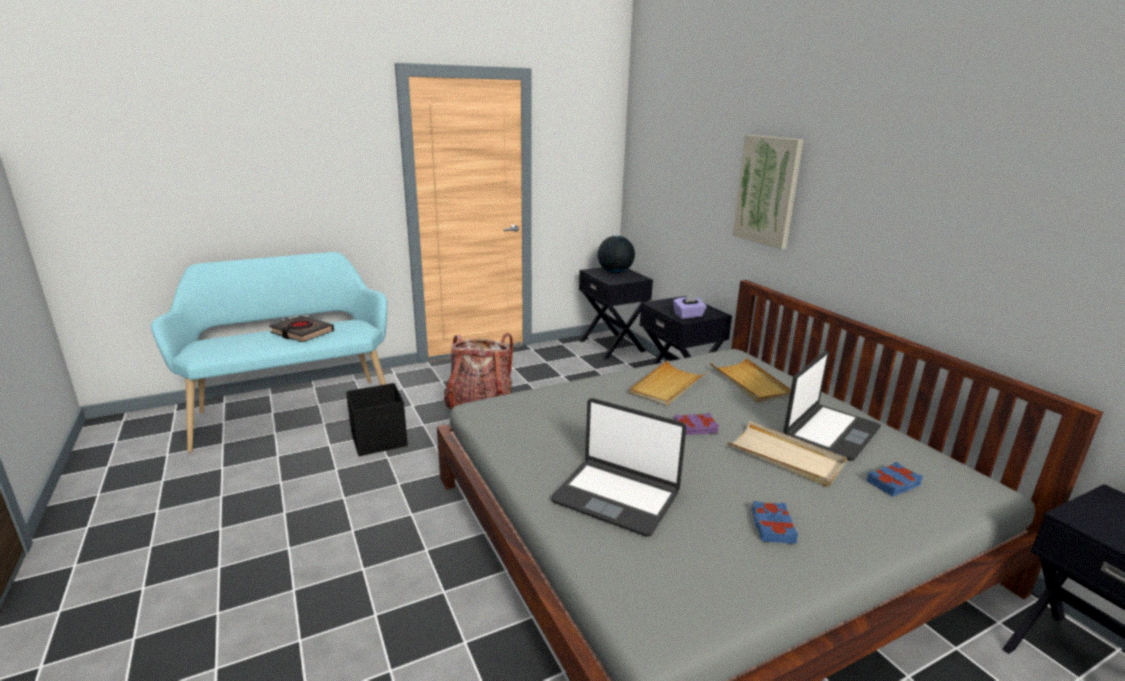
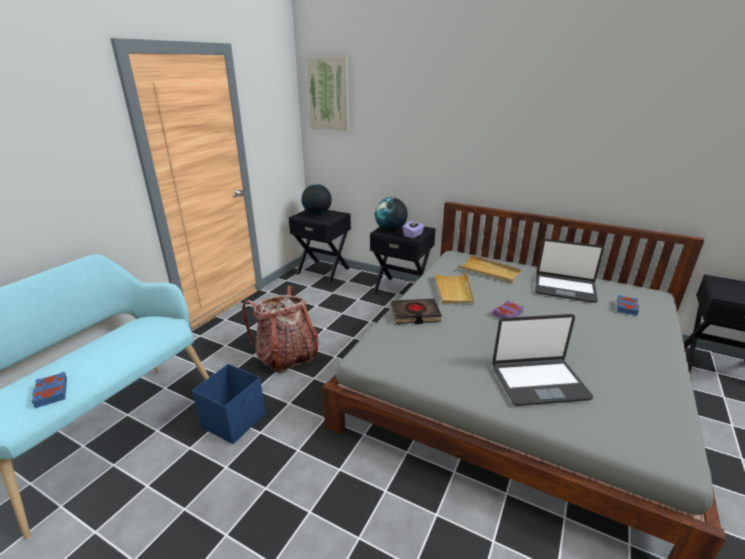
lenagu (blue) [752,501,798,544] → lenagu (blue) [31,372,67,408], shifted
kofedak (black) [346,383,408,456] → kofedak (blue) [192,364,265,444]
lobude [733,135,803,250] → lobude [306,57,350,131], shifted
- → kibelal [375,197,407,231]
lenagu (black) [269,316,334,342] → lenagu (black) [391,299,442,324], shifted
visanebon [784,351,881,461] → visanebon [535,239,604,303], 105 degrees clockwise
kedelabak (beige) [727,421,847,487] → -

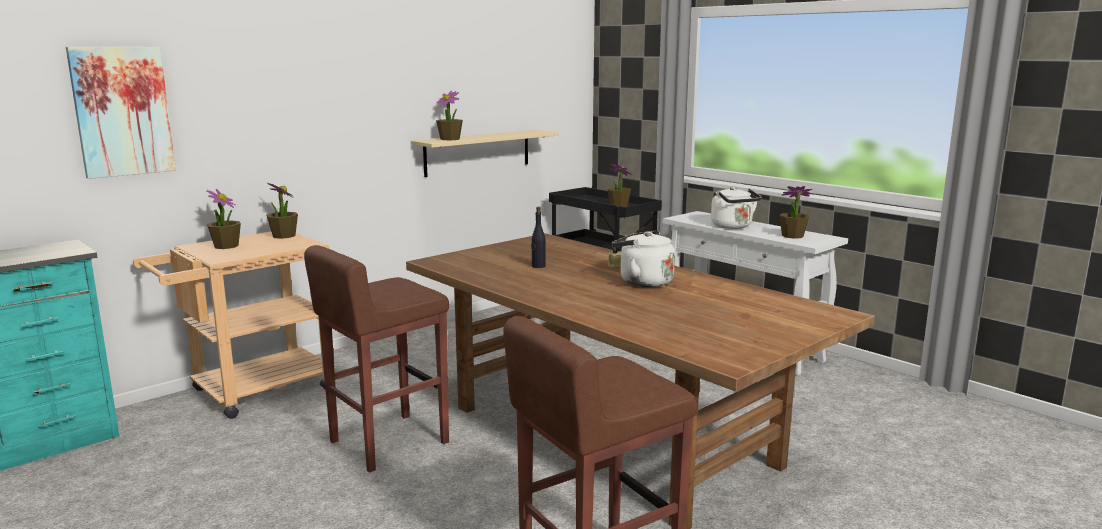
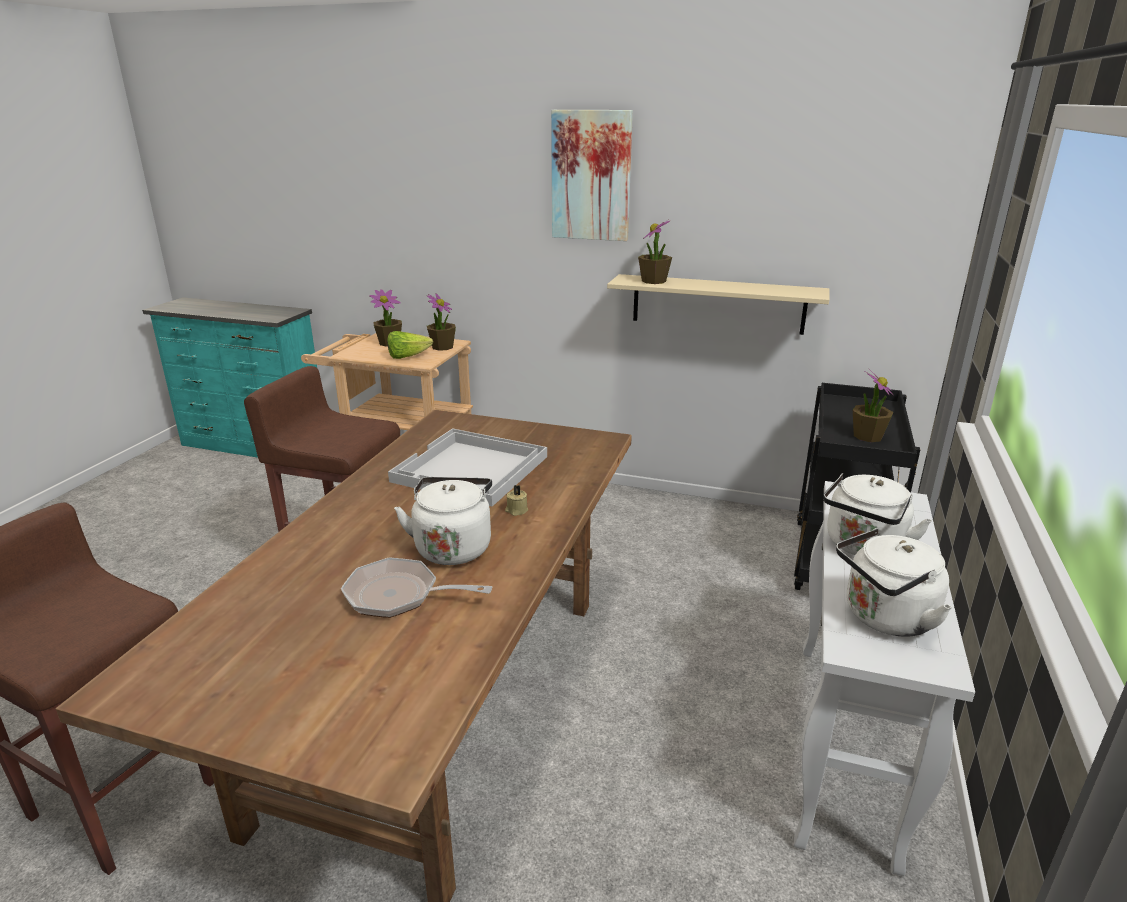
- → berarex [341,557,492,618]
- → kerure [387,331,433,359]
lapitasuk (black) [531,207,546,268] → kedelabak (white) [388,428,547,506]
lobude [66,47,176,179] → lobude [551,110,633,241], shifted
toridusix [779,186,812,239] → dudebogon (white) [836,528,952,637]

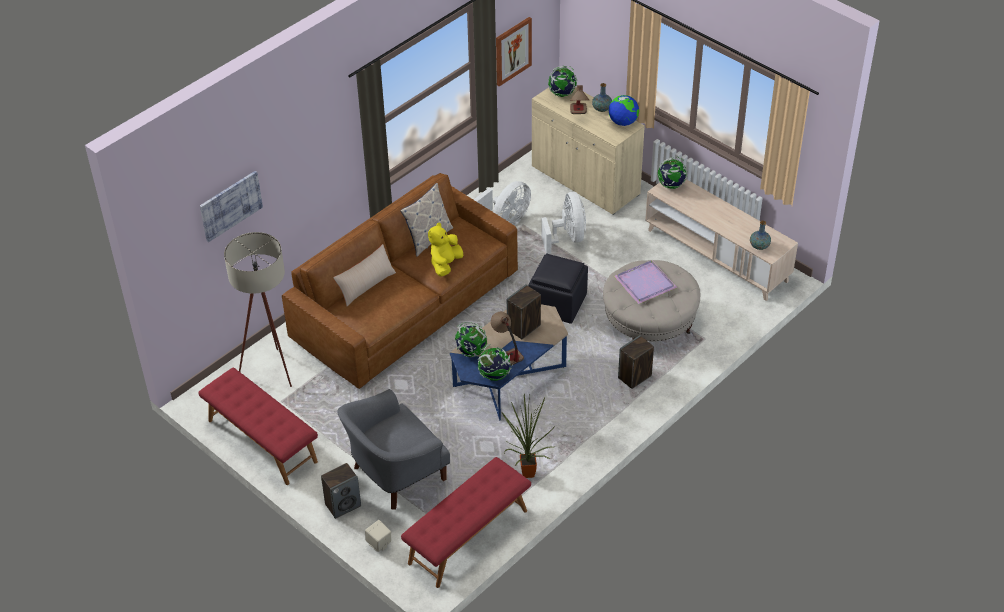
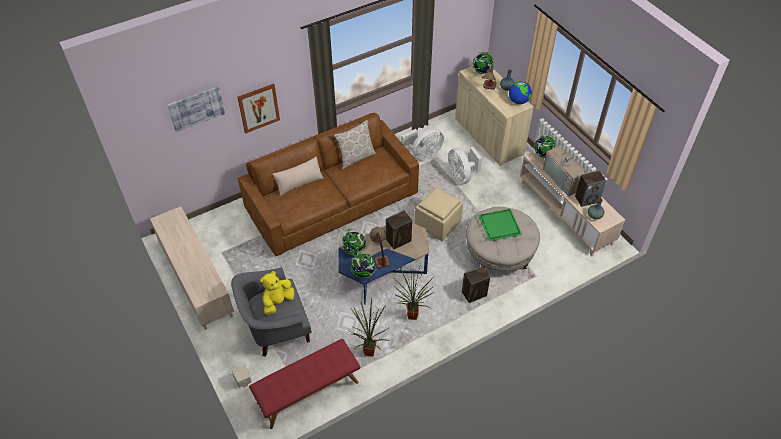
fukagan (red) [198,368,318,485] → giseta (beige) [150,206,234,330]
lobude [496,17,532,87] → lobude [237,83,280,133], shifted
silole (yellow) [428,222,463,276] → silole (yellow) [260,271,294,315], shifted
- → toridusix [394,264,434,320]
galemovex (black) [528,254,588,324] → galemovex (beige) [415,187,463,241]
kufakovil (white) [541,192,586,254] → kufakovil (white) [449,147,482,184], 150 degrees clockwise
kedelabak (purple) [614,260,677,304] → kedelabak (green) [478,209,522,241]
- → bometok [543,141,585,197]
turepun [321,463,361,519] → turepun [575,171,606,207], shifted
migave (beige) [224,232,292,387] → -

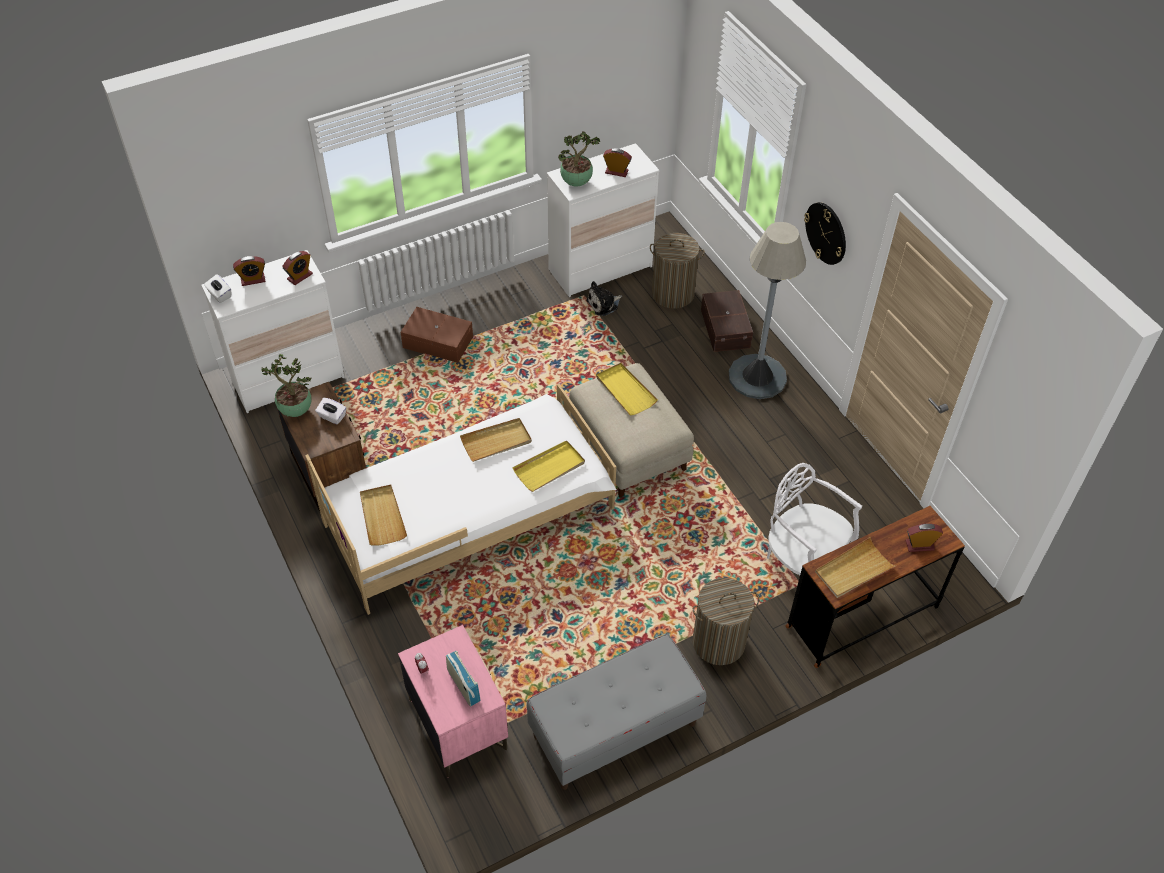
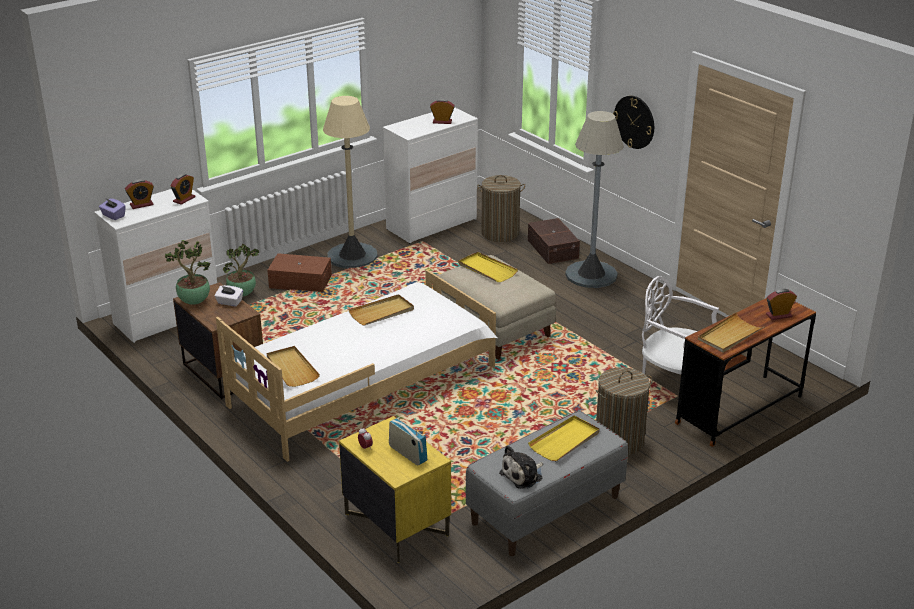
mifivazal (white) [204,274,231,303] → mifivazal (purple) [99,199,126,220]
toridusix [558,131,600,186] → toridusix [223,244,259,297], shifted
- → migave (beige) [323,96,378,268]
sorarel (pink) [398,625,508,778] → sorarel (yellow) [339,416,451,563]
silole [586,281,622,316] → silole [499,445,543,489], shifted
kedelabak (yellow) [512,441,585,492] → kedelabak (yellow) [528,415,599,461], shifted

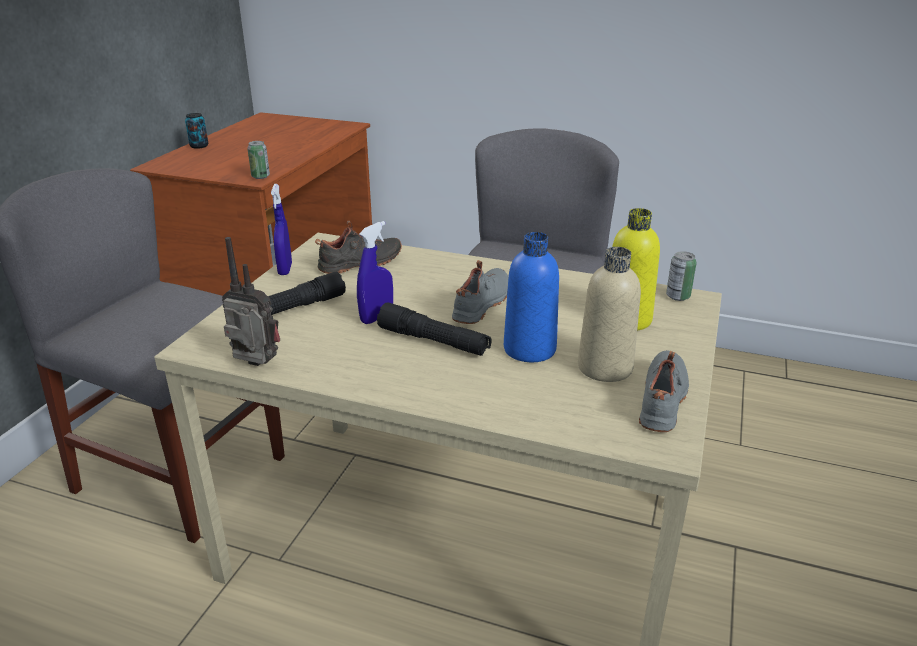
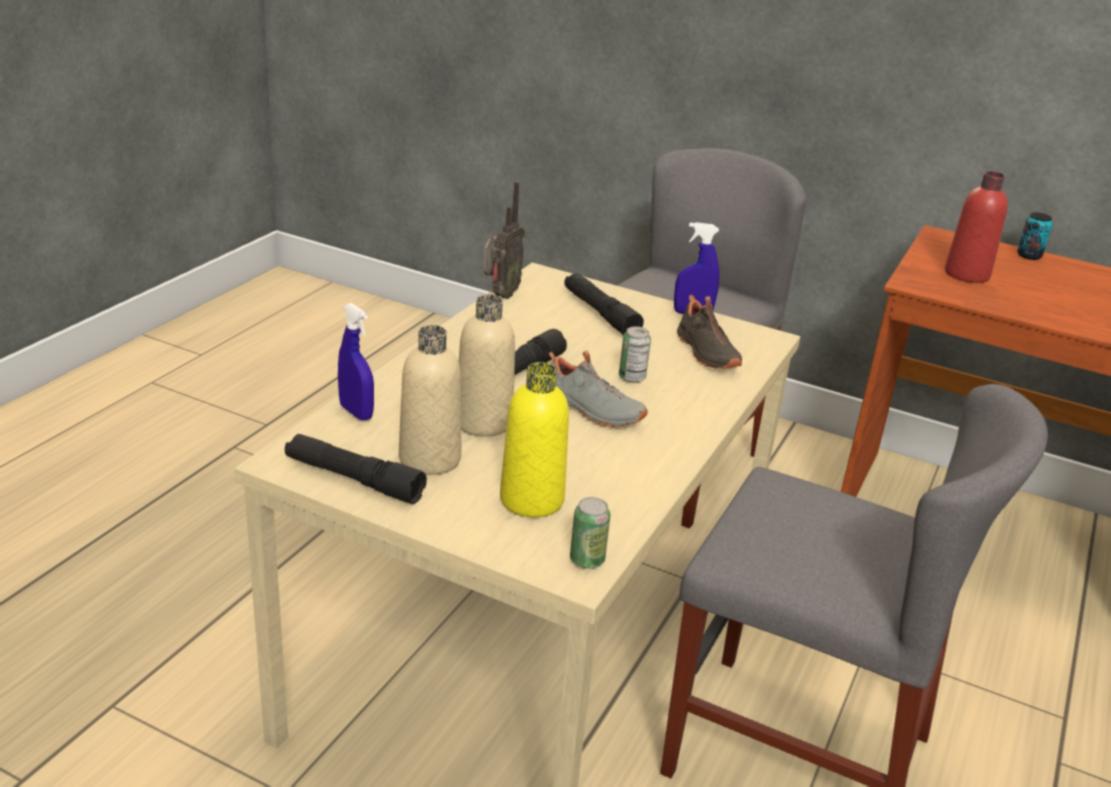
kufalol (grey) [639,350,689,432] → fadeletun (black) [285,434,427,504]
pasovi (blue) [357,221,393,324] → pasovi (blue) [338,303,374,421], shifted
lapitasuk (blue) [504,232,559,362] → lapitasuk (beige) [459,294,515,437]
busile [247,141,270,179] → busile [619,326,651,383], shifted
- → lapitasuk (red) [945,171,1008,283]

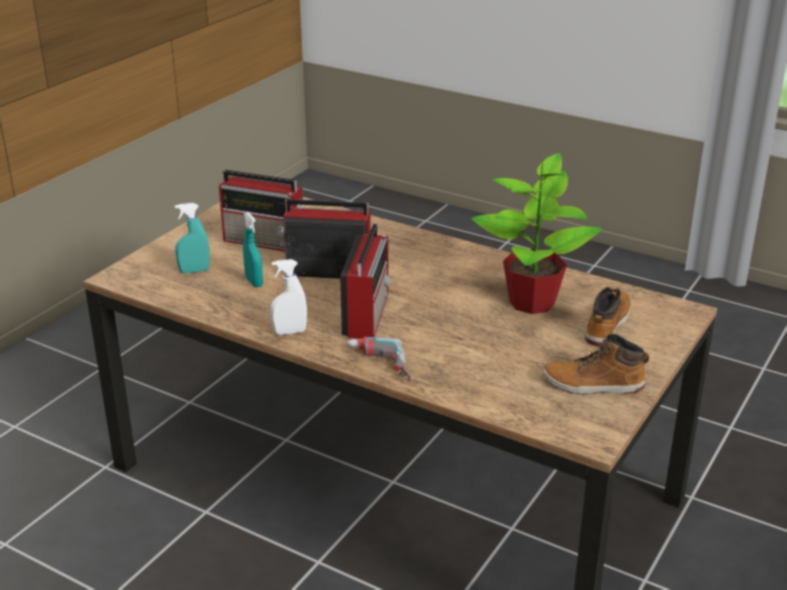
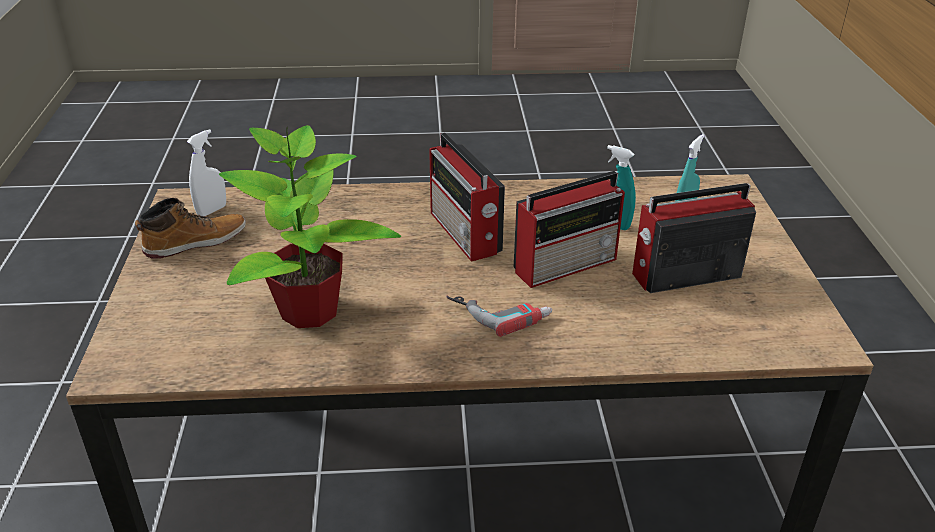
pasovi (white) [270,259,307,335] → pasovi (white) [187,129,226,216], shifted
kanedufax [346,337,411,381] → kanedufax [446,295,552,337], shifted
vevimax [585,287,631,346] → -

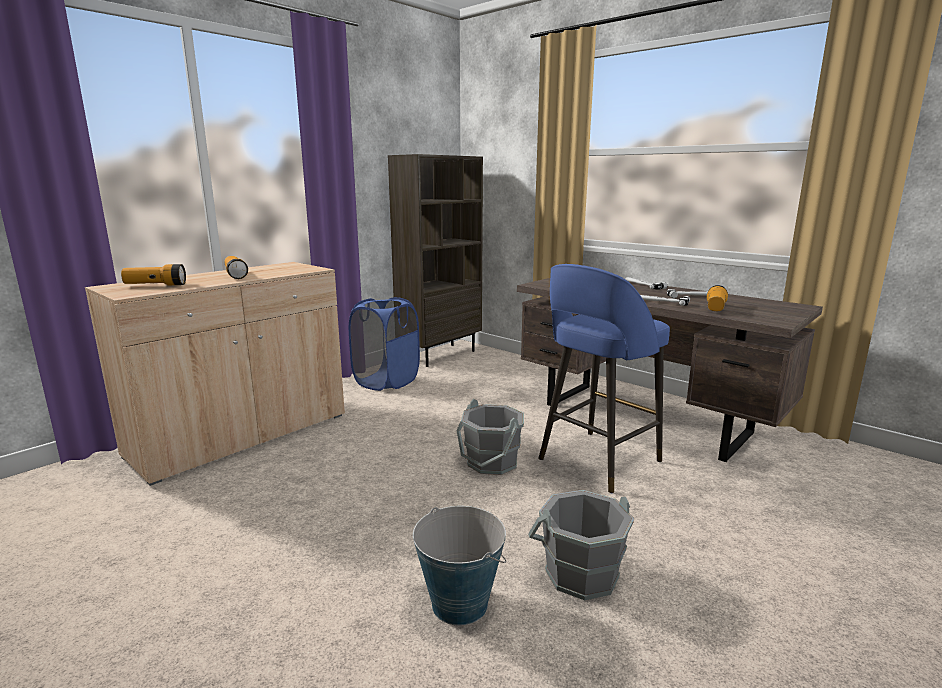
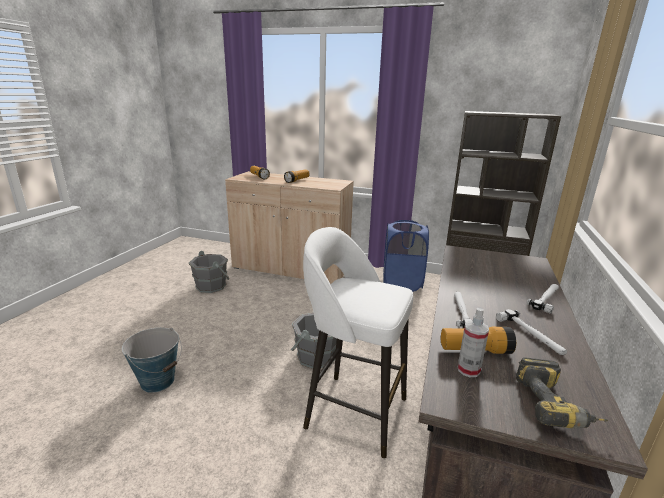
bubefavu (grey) [528,490,634,600] → bubefavu (grey) [189,251,229,293], shifted
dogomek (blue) [538,264,670,493] → dogomek (white) [303,227,413,458]
- → pasovi [458,307,489,377]
- → kanedufax [516,357,609,428]

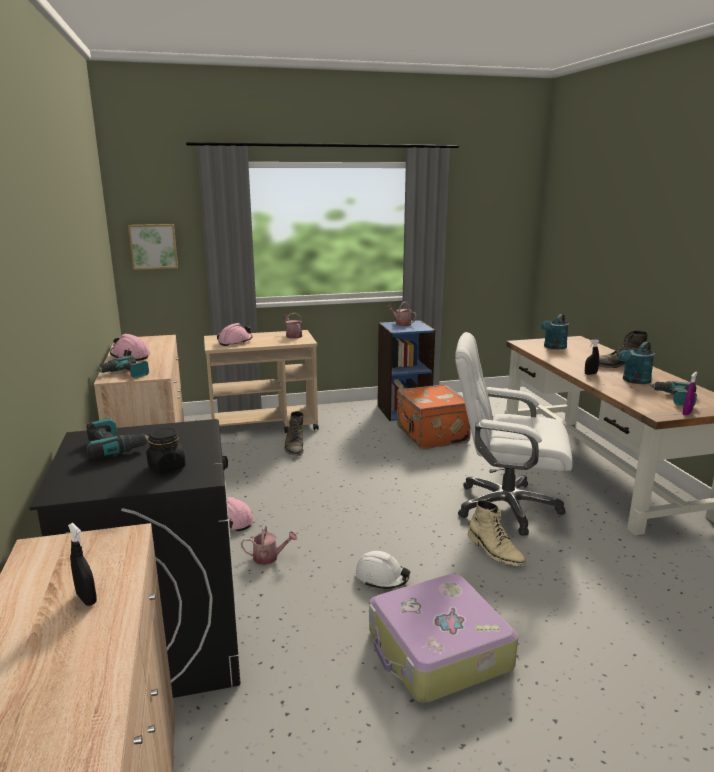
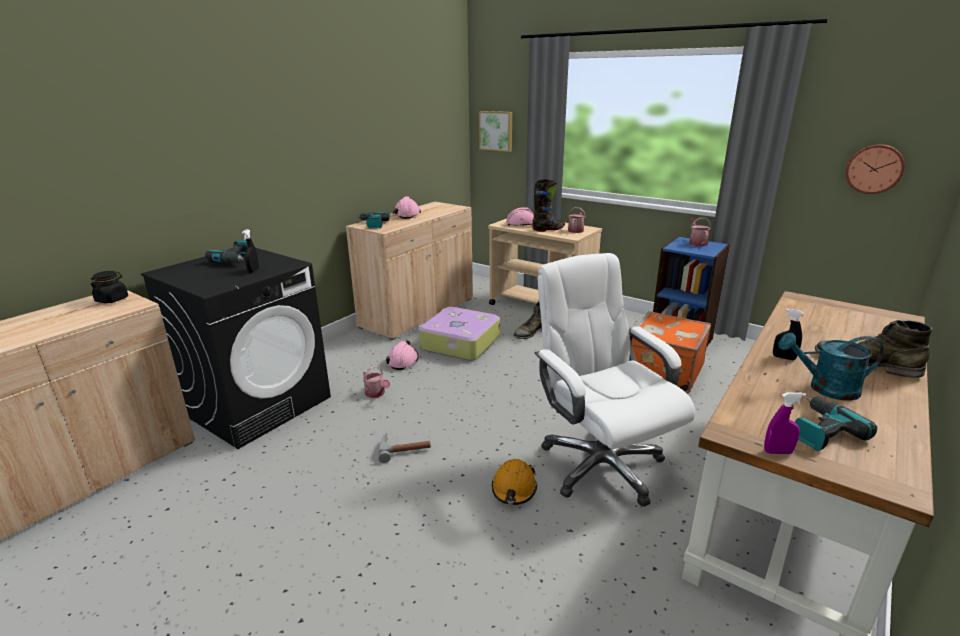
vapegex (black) [146,428,186,474] → vapegex (black) [91,271,128,303], shifted
pasovi (black) [68,523,97,606] → pasovi (black) [242,229,259,273], shifted
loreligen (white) [355,551,410,589] → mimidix [378,433,431,463]
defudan [369,574,518,703] → defudan [418,307,500,361], shifted
vevimax (beige) [468,500,526,566] → loreligen (orange) [492,459,537,505]
- → vevimax (black) [532,179,565,232]
- → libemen [846,145,905,194]
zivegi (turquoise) [541,314,569,349] → -

